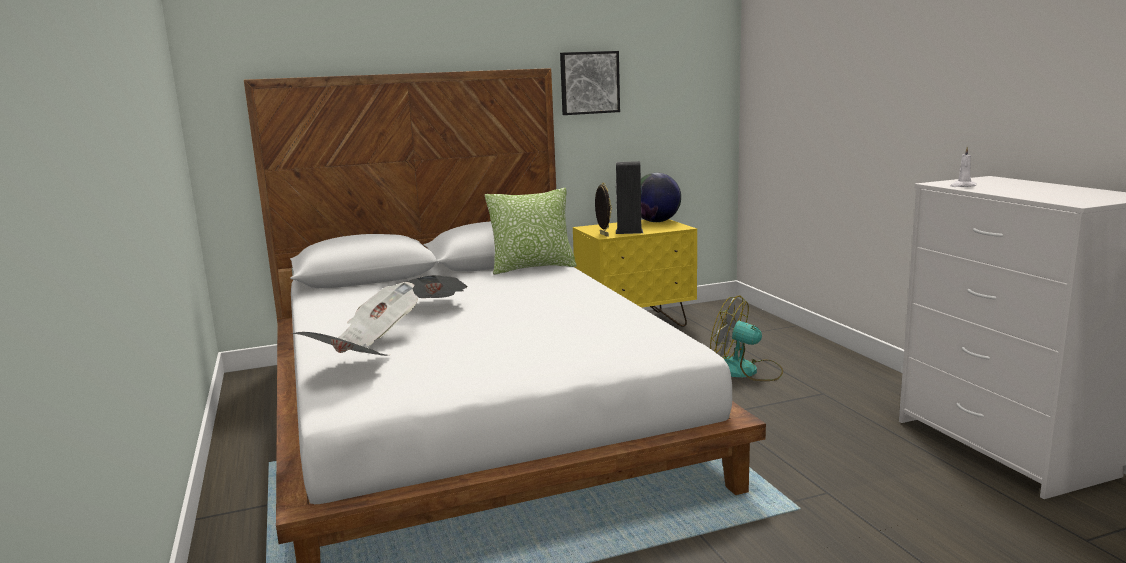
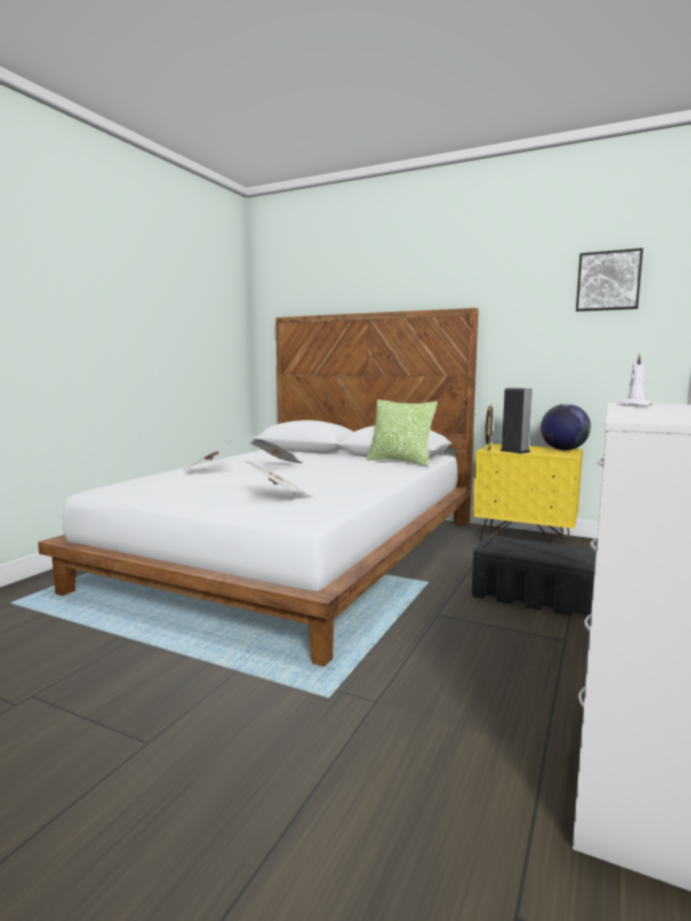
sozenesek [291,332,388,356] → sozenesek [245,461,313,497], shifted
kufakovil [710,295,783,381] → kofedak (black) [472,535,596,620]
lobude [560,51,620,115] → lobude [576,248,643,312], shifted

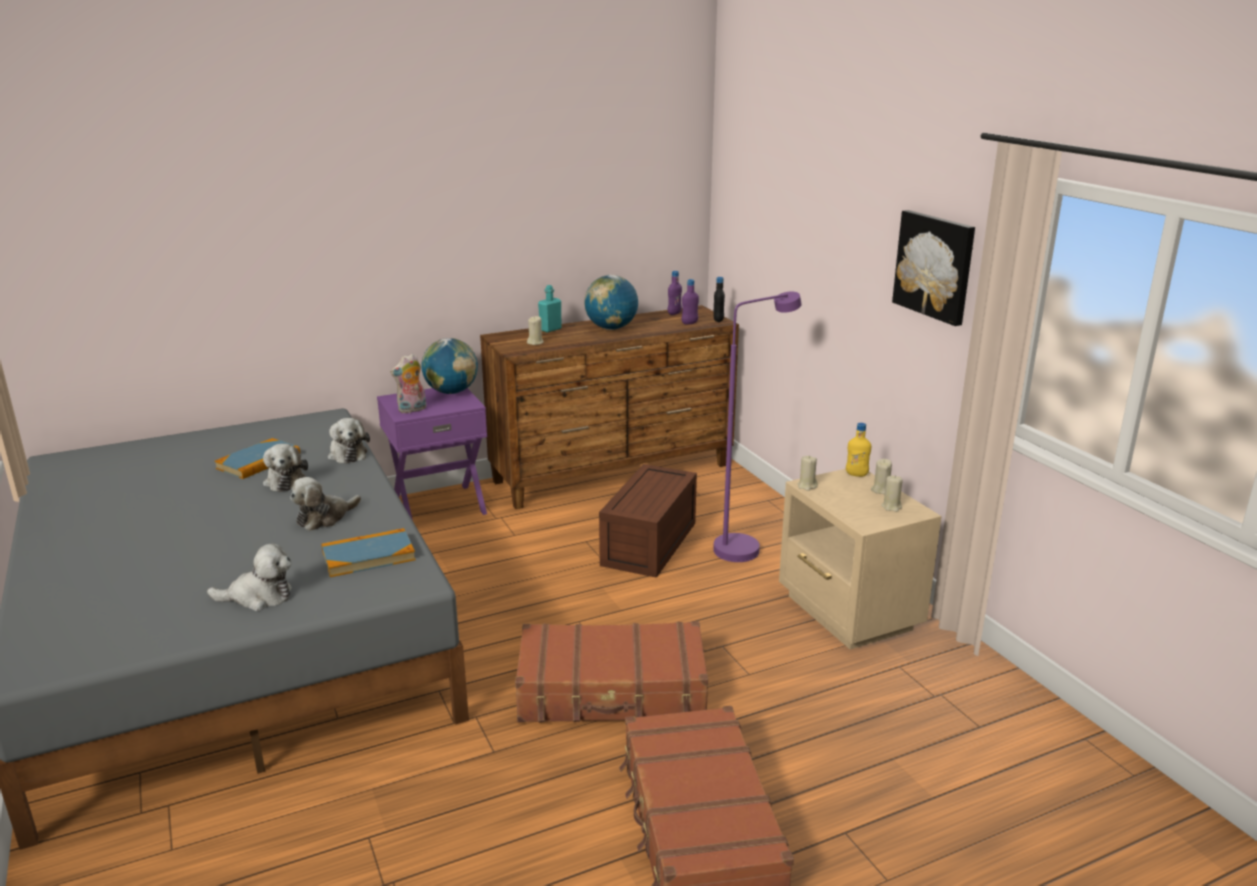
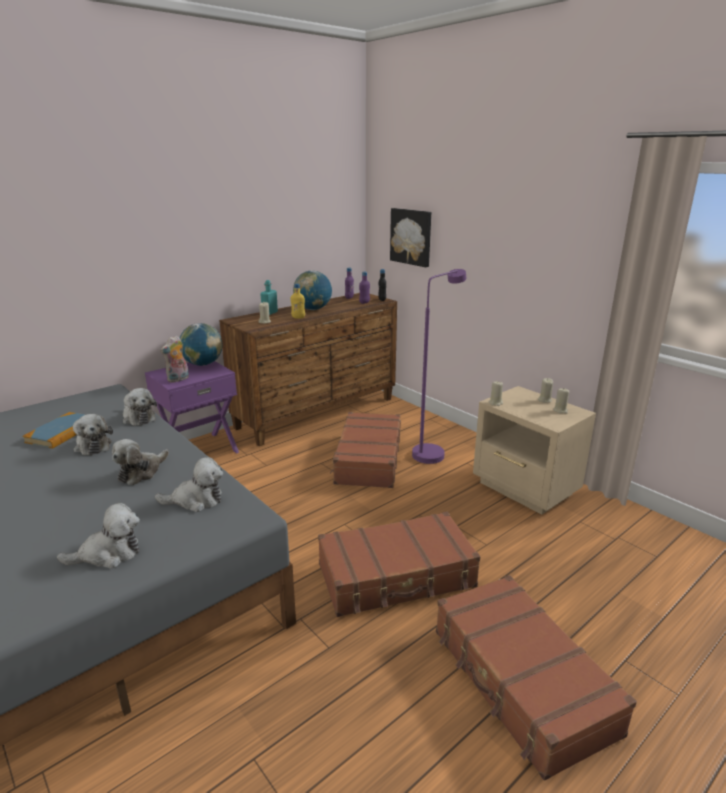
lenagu [321,528,416,577] → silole [155,457,223,512]
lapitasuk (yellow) [846,423,871,477] → lapitasuk (yellow) [291,284,305,319], shifted
kofedak (brown) [599,464,697,578] → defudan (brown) [330,412,401,488]
lobude [892,210,975,326] → lobude [390,208,431,267], shifted

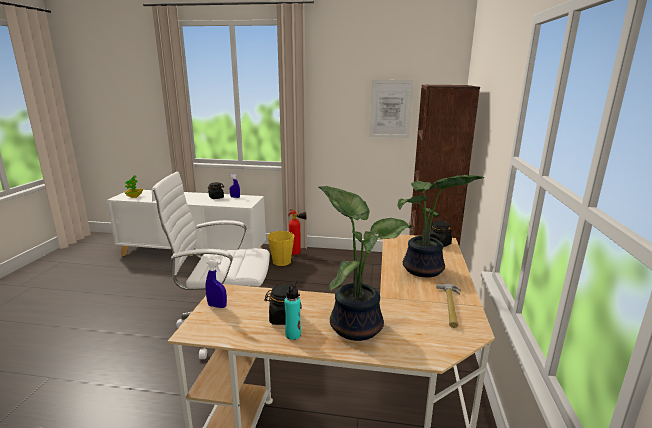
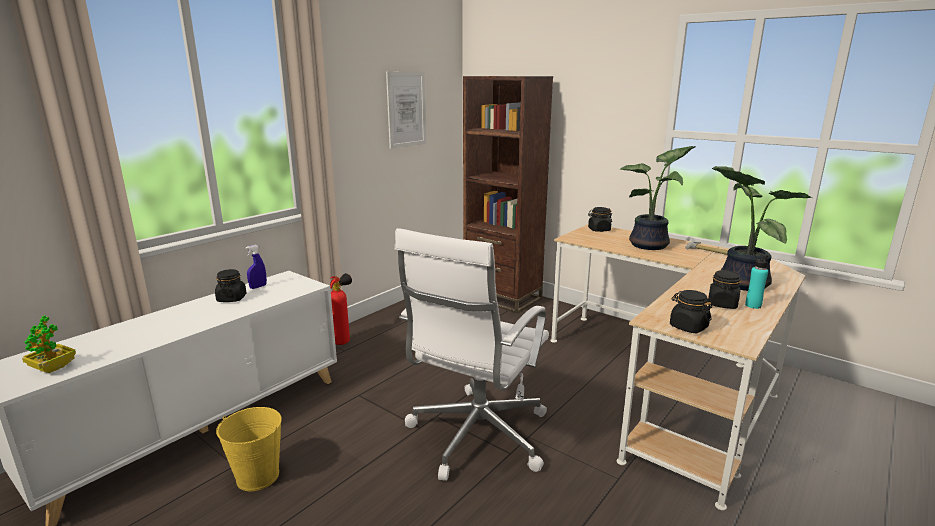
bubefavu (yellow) [267,231,294,266] → bubefavu (yellow) [216,407,282,491], shifted
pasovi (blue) [205,260,227,308] → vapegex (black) [670,290,712,333]

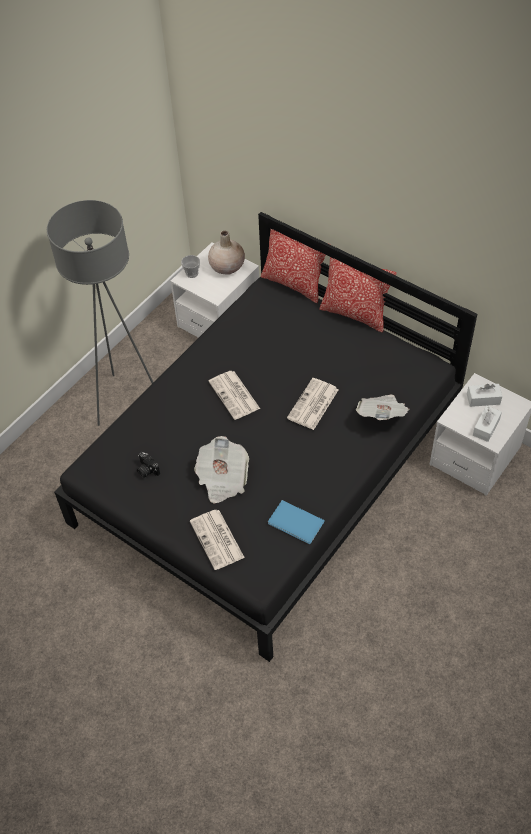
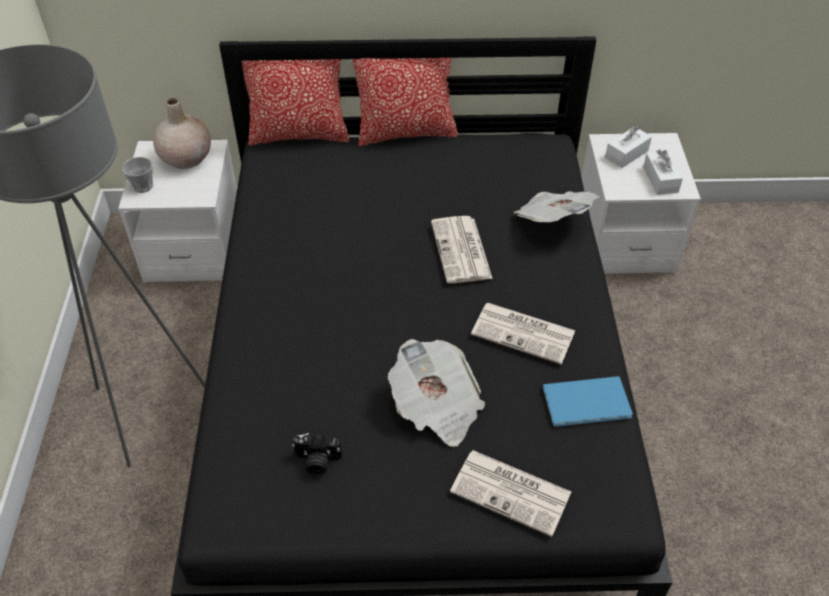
sozenesek [209,371,260,420] → sozenesek [471,303,575,364], shifted

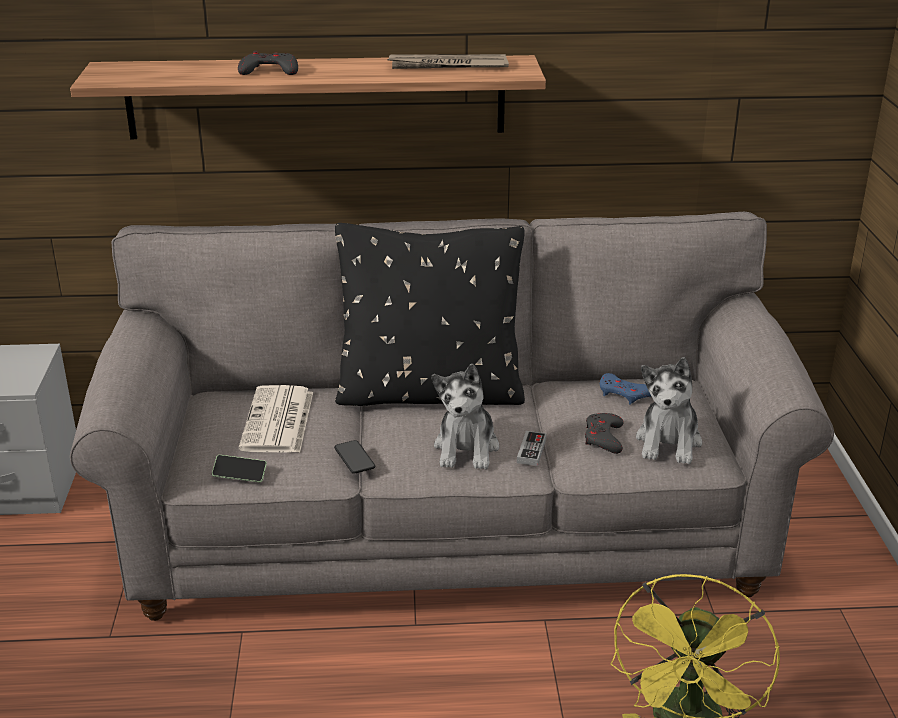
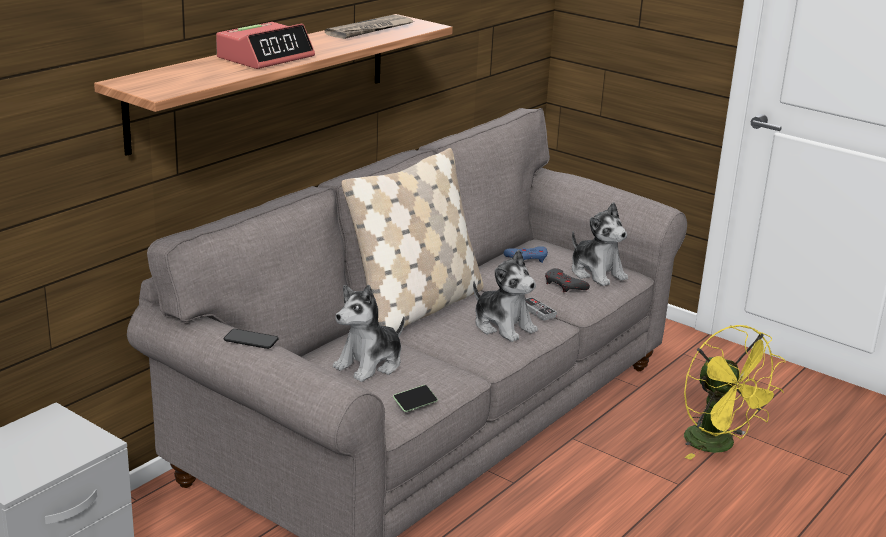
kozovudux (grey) [238,51,298,75] → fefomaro [216,22,315,69]
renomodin [334,440,375,473] → renomodin [224,329,279,349], shifted
sozenesek [239,385,313,453] → silole [333,285,405,382]
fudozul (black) [335,223,525,406] → fudozul (beige) [341,148,483,331]

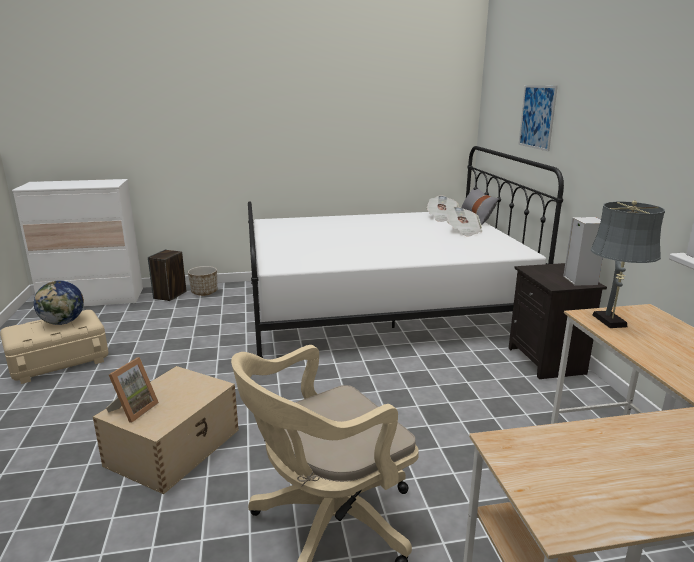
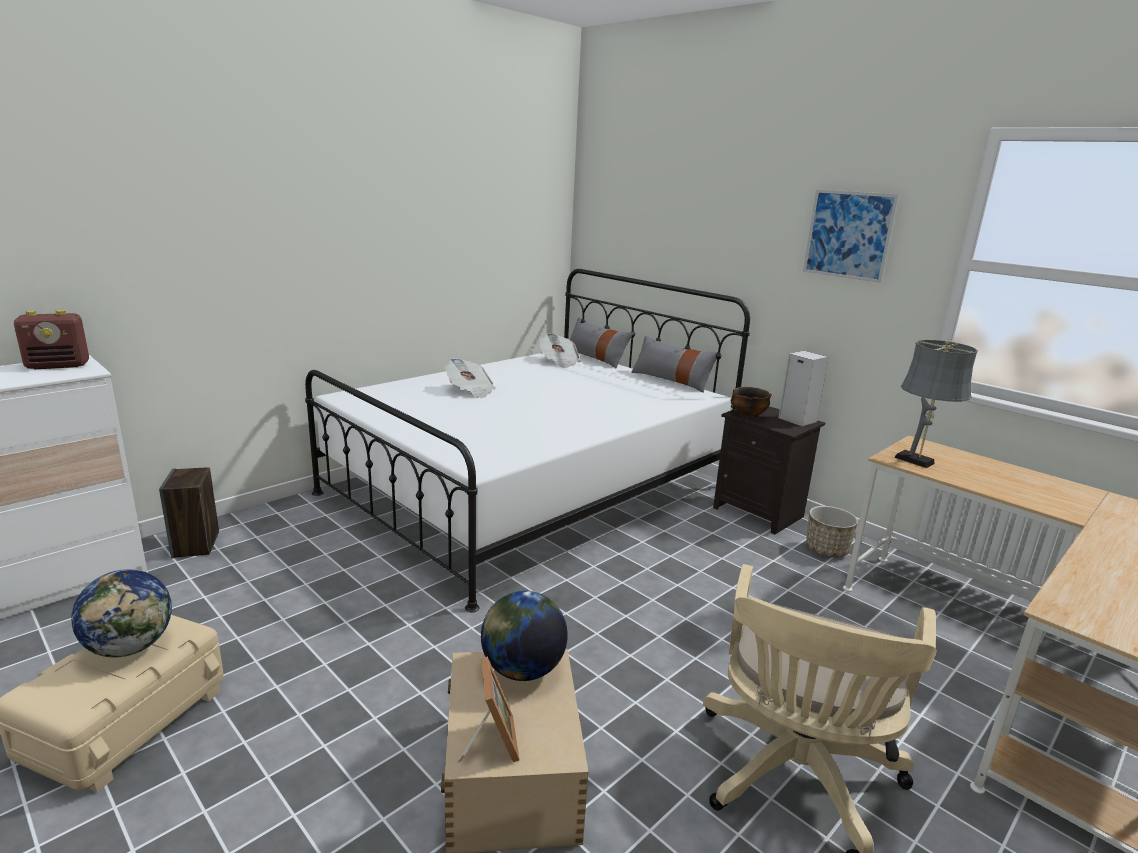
- → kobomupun [14,310,89,369]
sozenesek [447,207,483,237] → sozenesek [444,358,496,398], shifted
- → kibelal [481,591,568,681]
- → fudozul (grey) [631,335,718,393]
- → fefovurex [731,387,772,418]
lobude [518,85,558,151] → lobude [803,190,899,283], shifted
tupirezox [188,266,217,296] → tupirezox [806,506,858,557], shifted

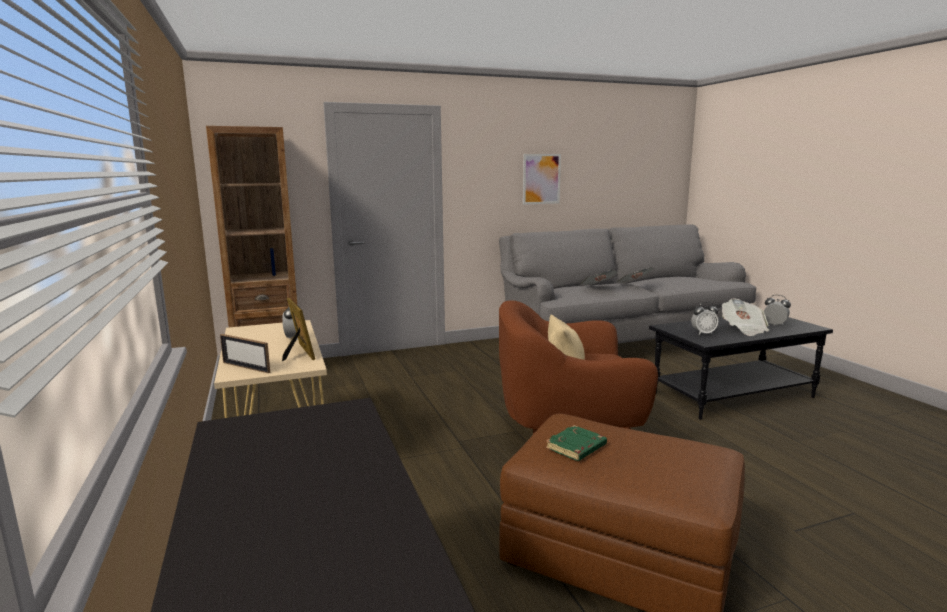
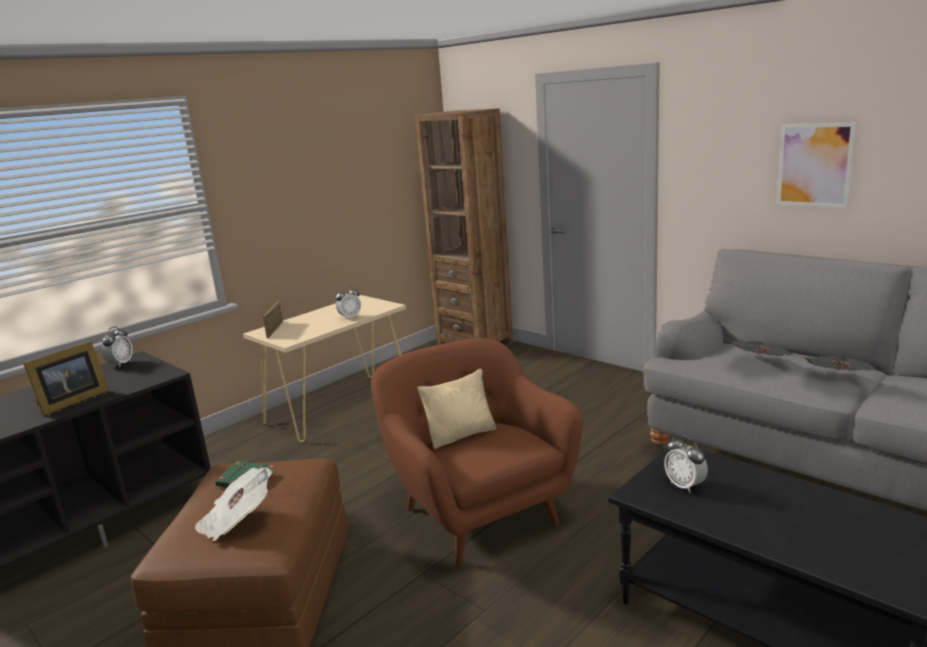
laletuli [282,298,315,361] → laletuli [23,341,109,416], shifted
fefomaro [764,295,791,325] → fefomaro [102,327,133,367], shifted
sozenesek [722,299,769,336] → sozenesek [195,467,272,541], shifted

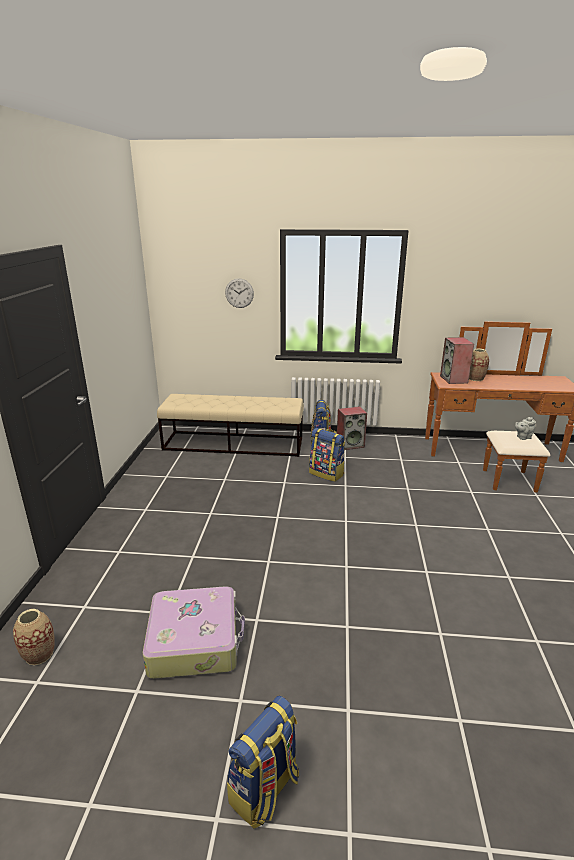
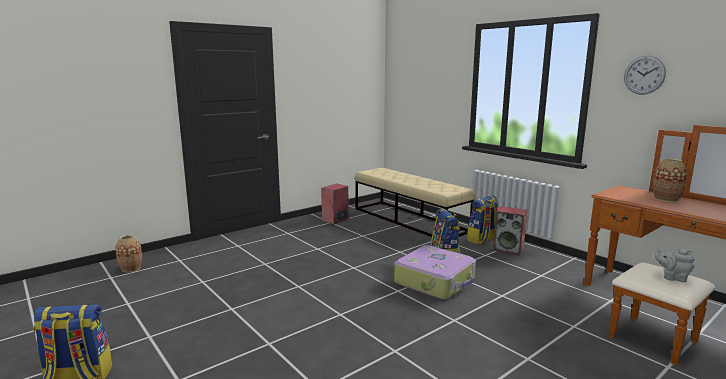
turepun [440,337,474,384] → turepun [321,184,349,224], shifted
defudan [143,587,245,679] → defudan [394,245,476,300], shifted
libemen [225,278,254,308] → libemen [624,55,666,95], shifted

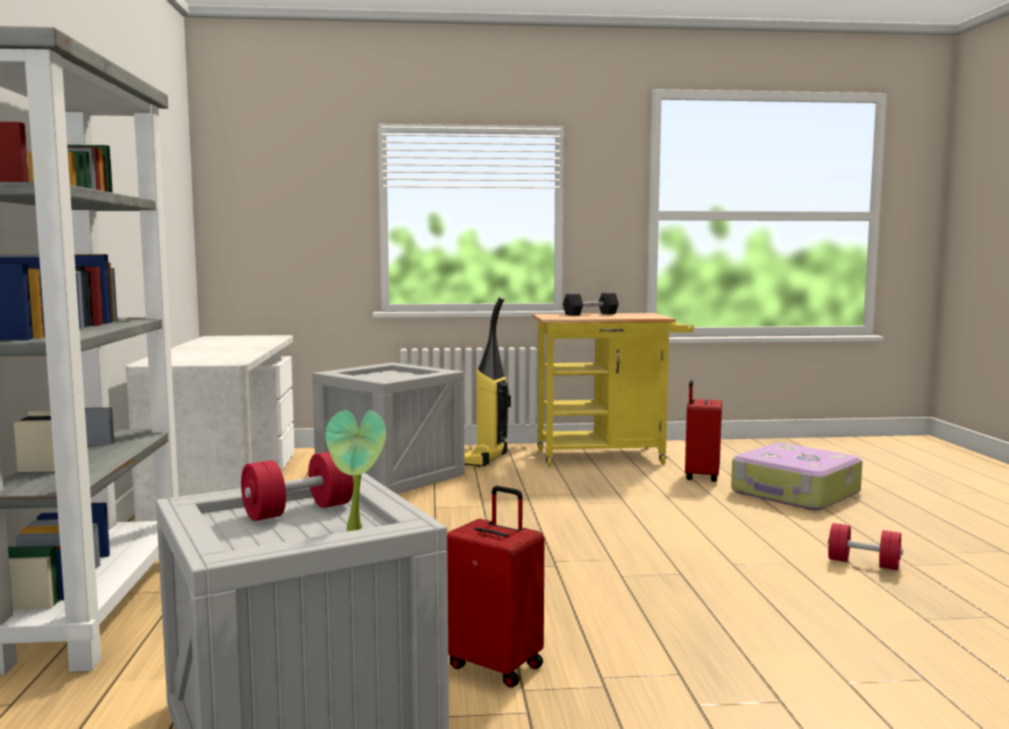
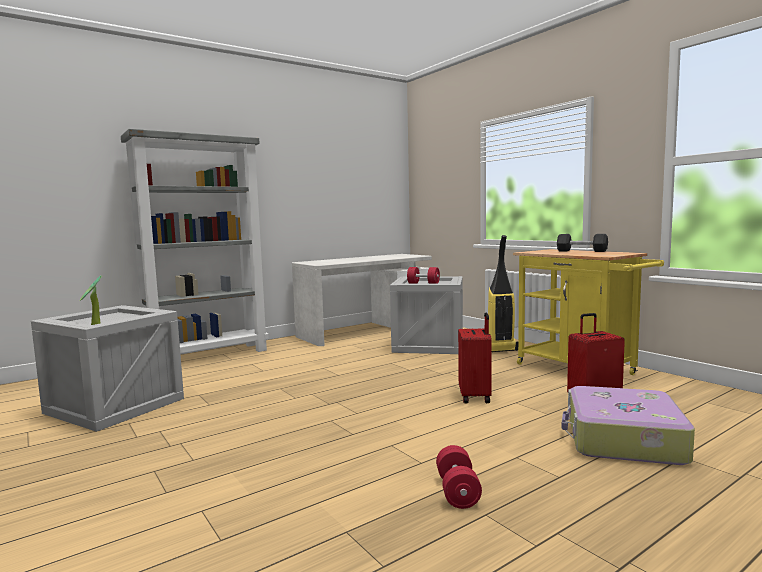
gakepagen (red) [241,452,353,521] → gakepagen (red) [407,267,440,283], shifted
defudan (red) [447,486,544,688] → defudan (red) [458,313,492,403], shifted

